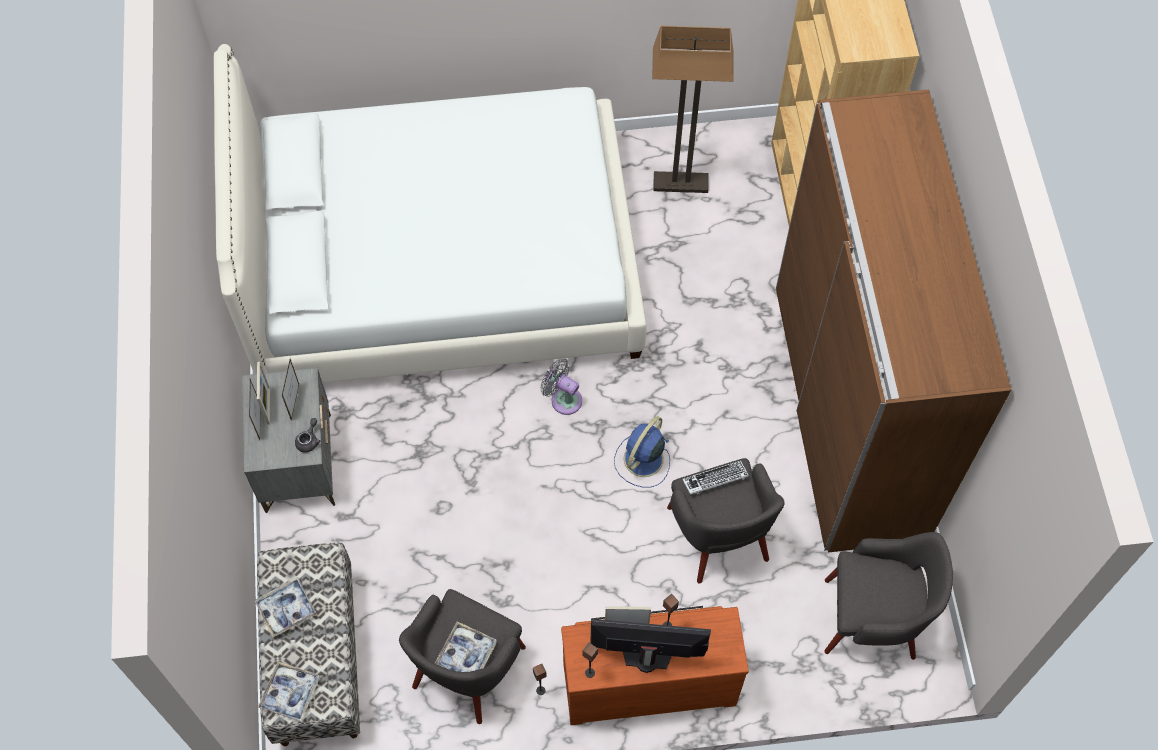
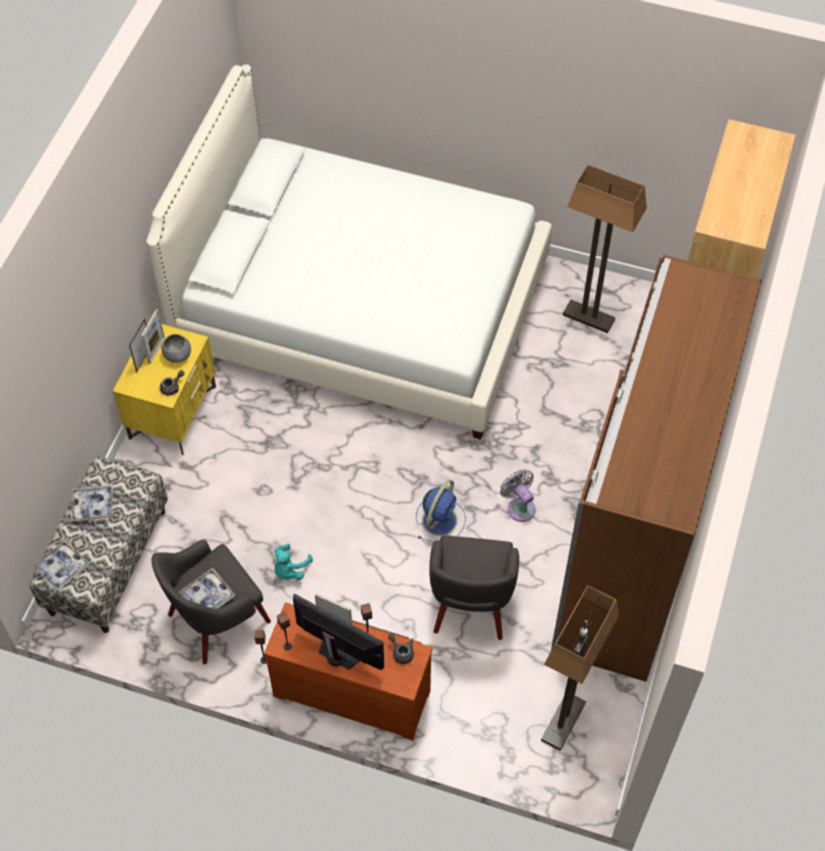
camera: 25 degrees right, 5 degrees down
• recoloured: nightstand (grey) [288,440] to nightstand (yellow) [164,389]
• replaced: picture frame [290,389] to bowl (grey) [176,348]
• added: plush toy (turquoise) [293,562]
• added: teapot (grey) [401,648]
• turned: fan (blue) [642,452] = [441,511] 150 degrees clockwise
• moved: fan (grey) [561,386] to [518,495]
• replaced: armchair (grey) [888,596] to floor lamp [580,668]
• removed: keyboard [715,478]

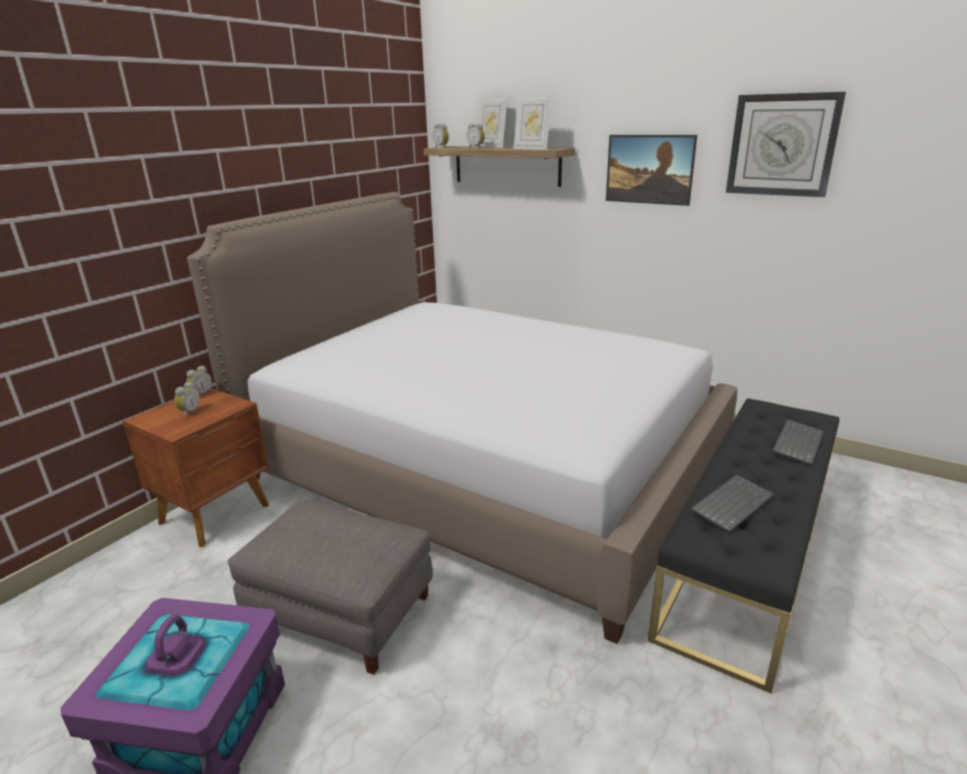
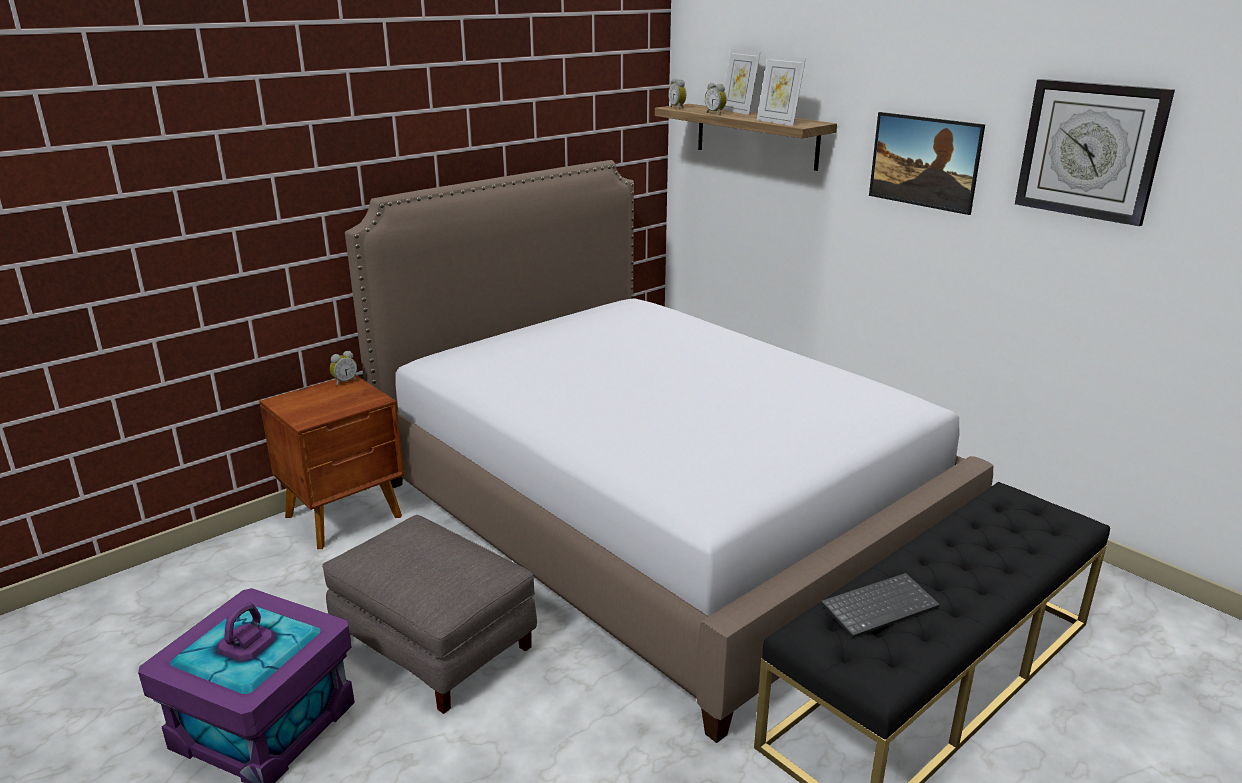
camera: 15 degrees right, 0 degrees up
• removed: alarm clock [187,399]
• removed: keyboard [797,443]

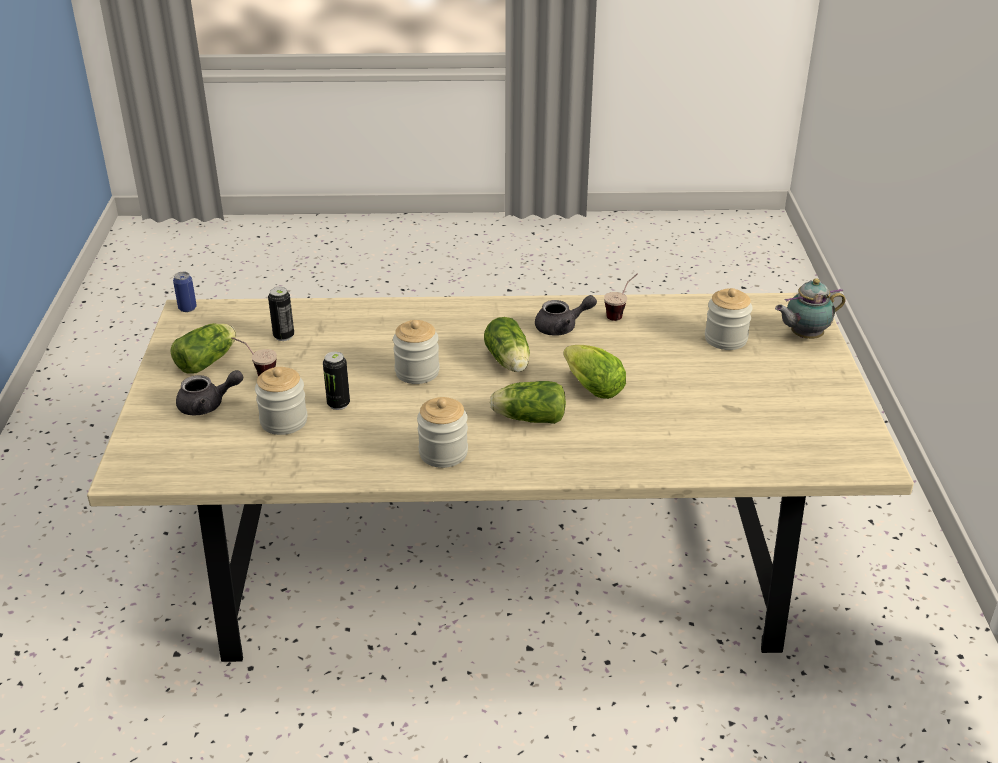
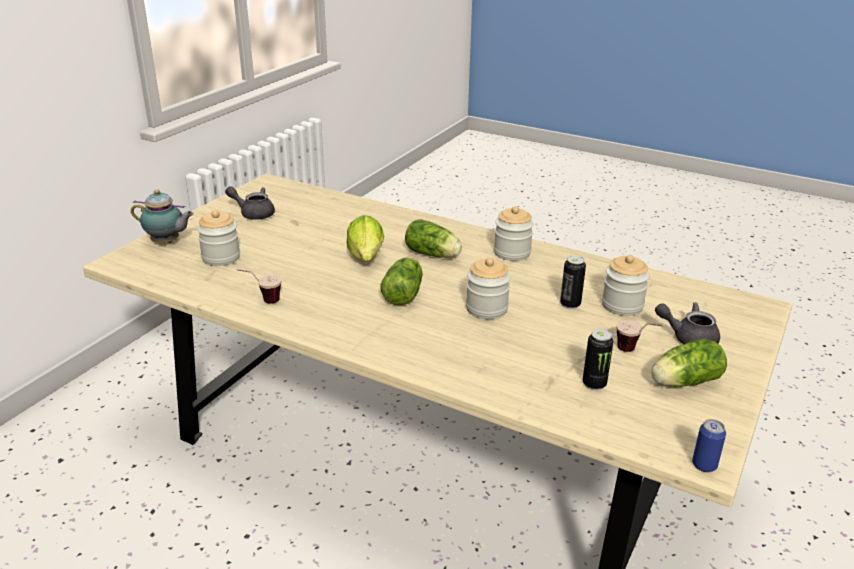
camera: 150 degrees left, 5 degrees down
• moved: teapot (grey) [566,315] to [250,203]

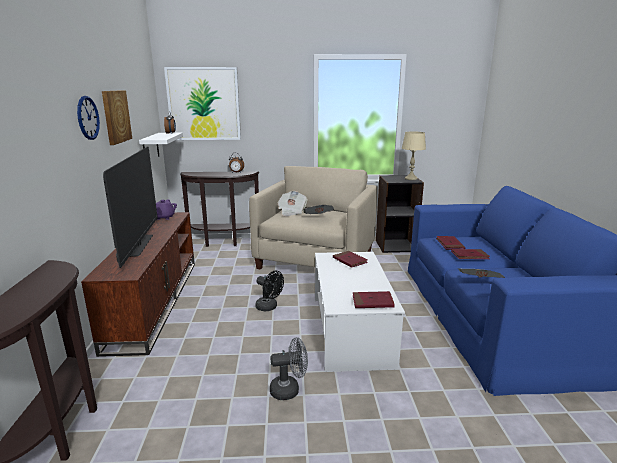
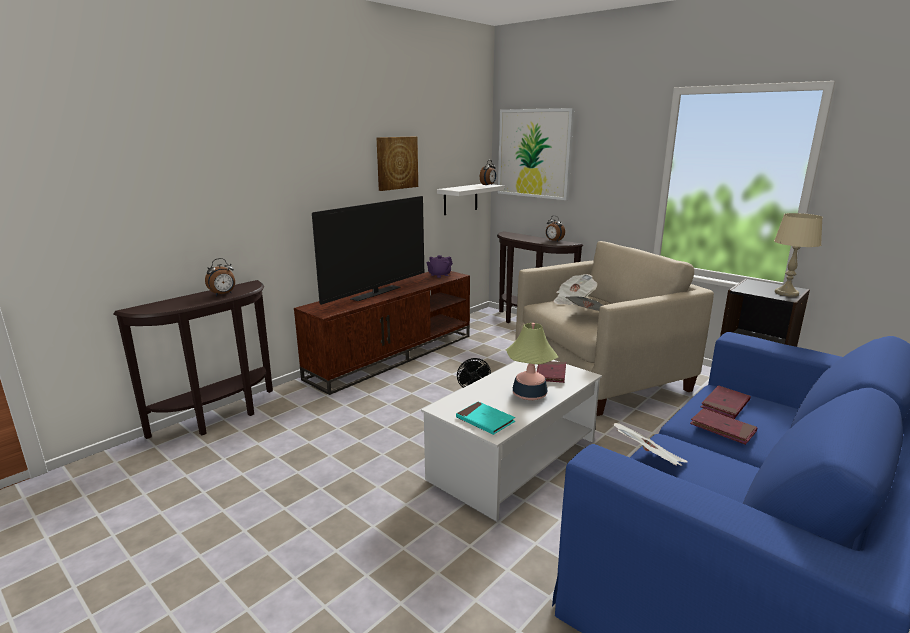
camera: 45 degrees right, 0 degrees up
• added: alarm clock [220,277]
• recoloured: book (red) [374,299] to book (turquoise) [485,418]
• added: table lamp [532,361]
• removed: wall clock [88,118]
• removed: fan (grey) [289,368]

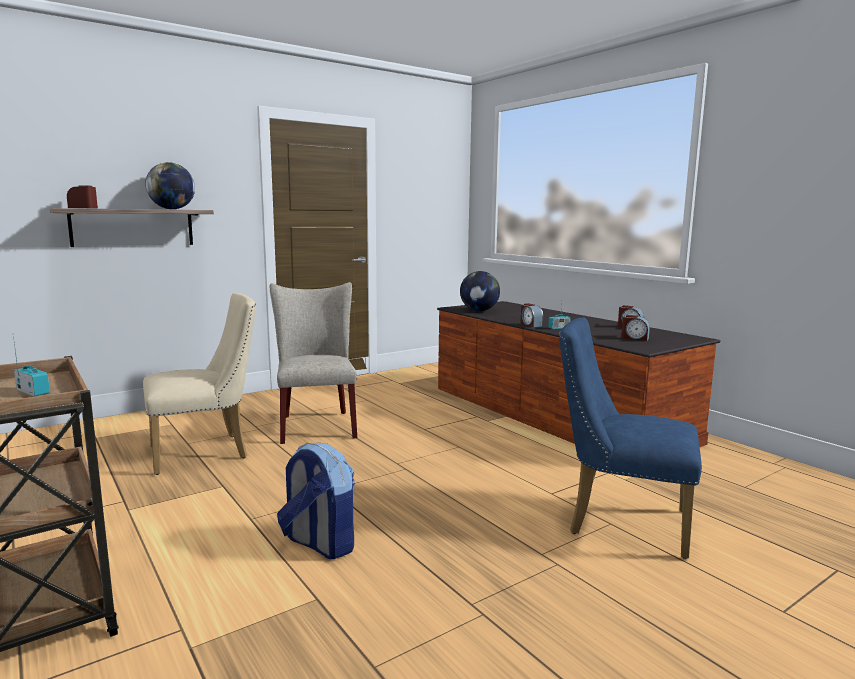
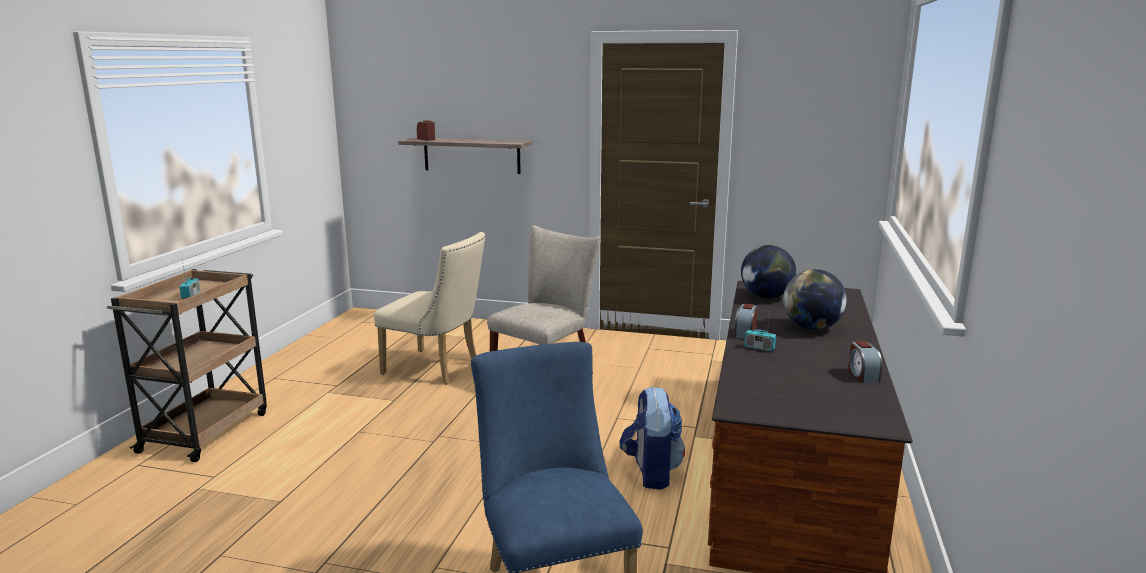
camera: 50 degrees right, 5 degrees up
• moved: backpack [316,501] to [652,438]
• moved: globe [170,185] to [815,299]
• removed: alarm clock [635,328]

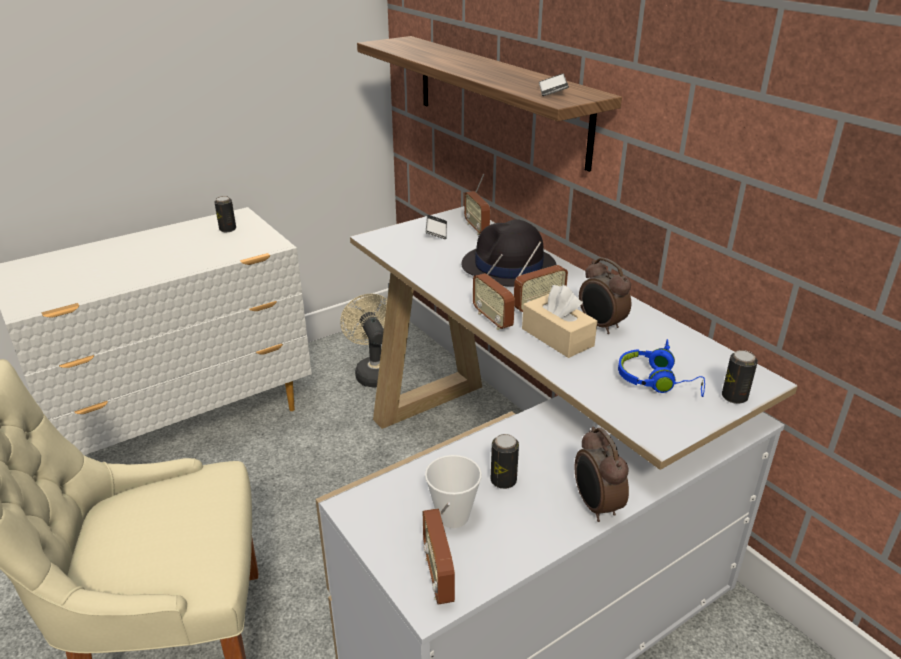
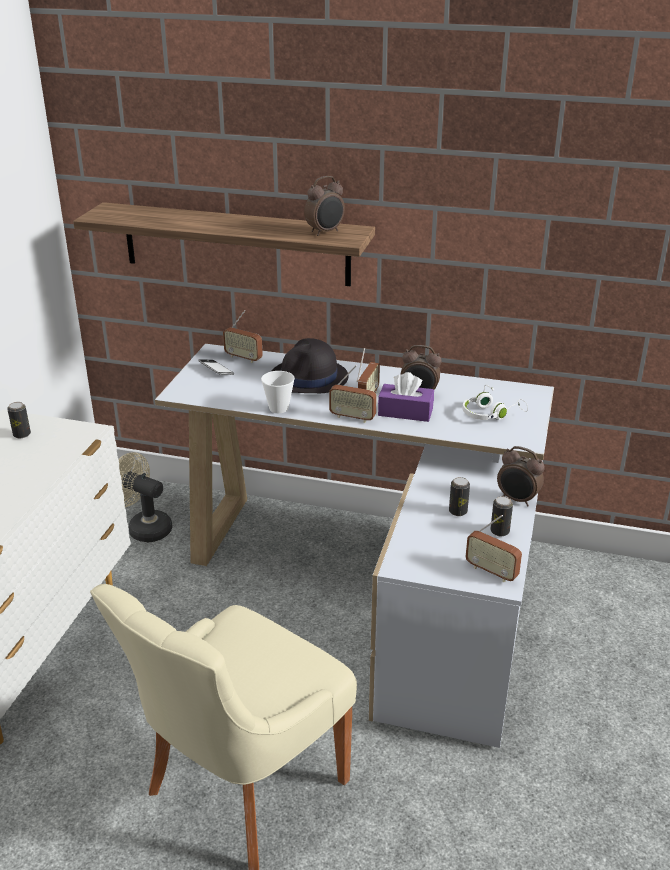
camera: 40 degrees left, 0 degrees up
• moved: cup [453,491] to [278,392]
• replaced: phone [554,85] to alarm clock [324,206]
• recoloured: tissue box (beige) [559,321] to tissue box (purple) [406,397]
• recoloured: headphones (blue) [661,368] to headphones (white) [495,402]
• moved: can [740,377] to [501,516]

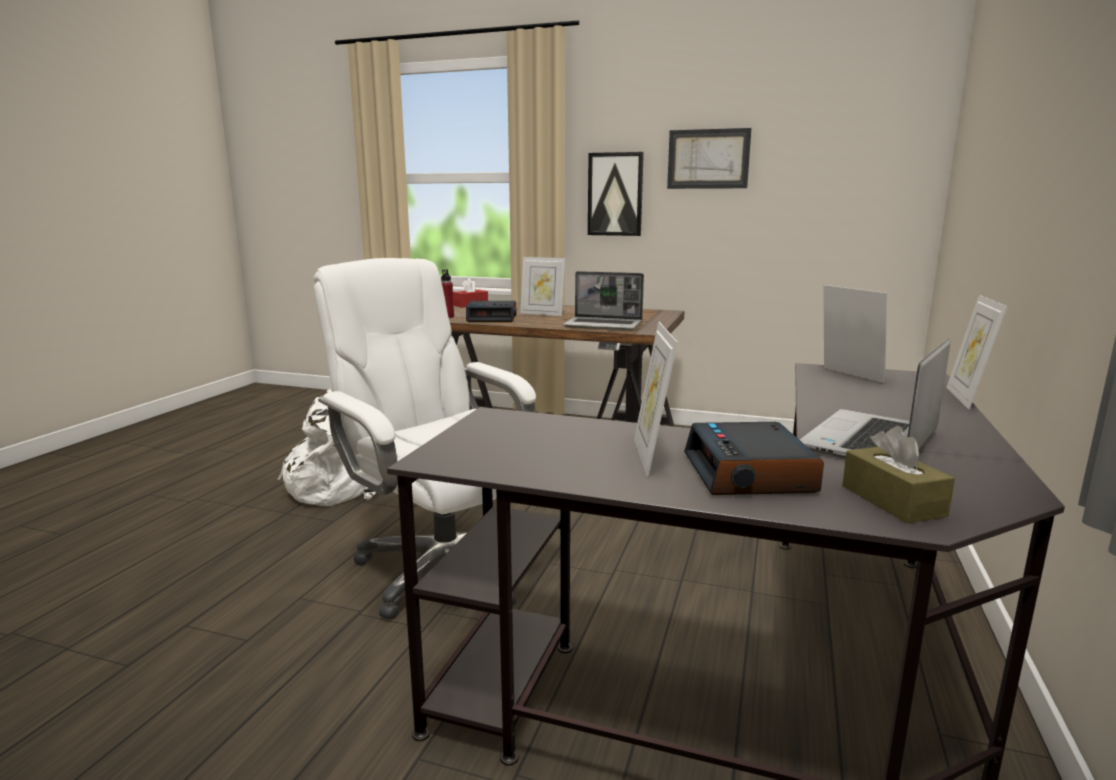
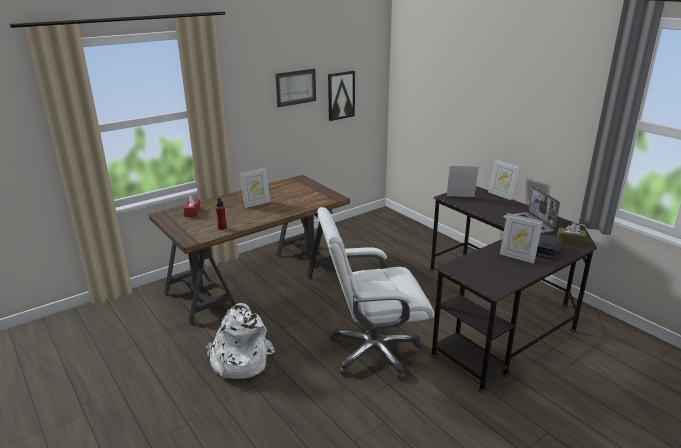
camera: 55 degrees left, 10 degrees up
• moved: picture [616,194] to [341,96]
• removed: alarm clock [491,311]
• removed: laptop [603,301]

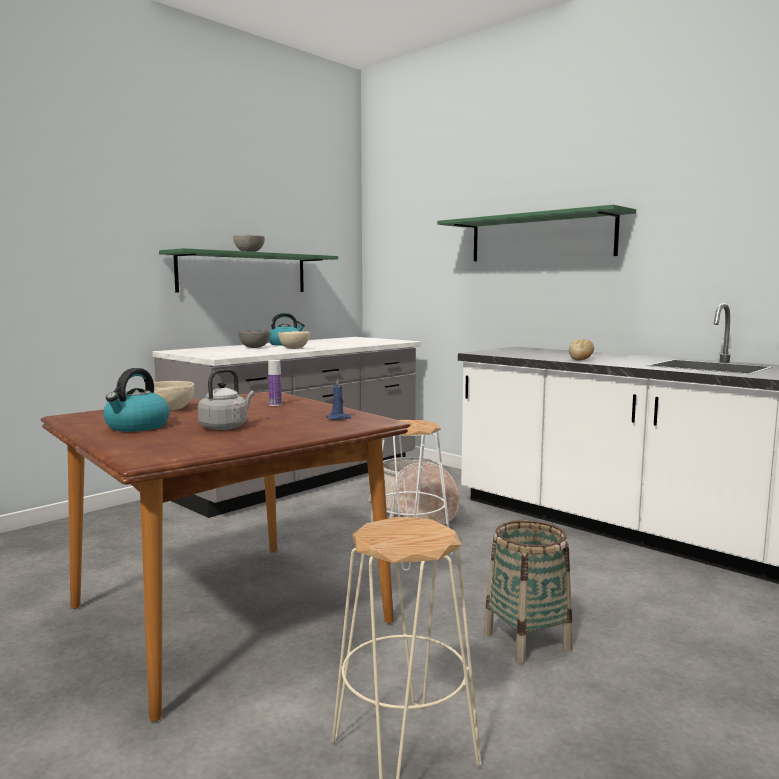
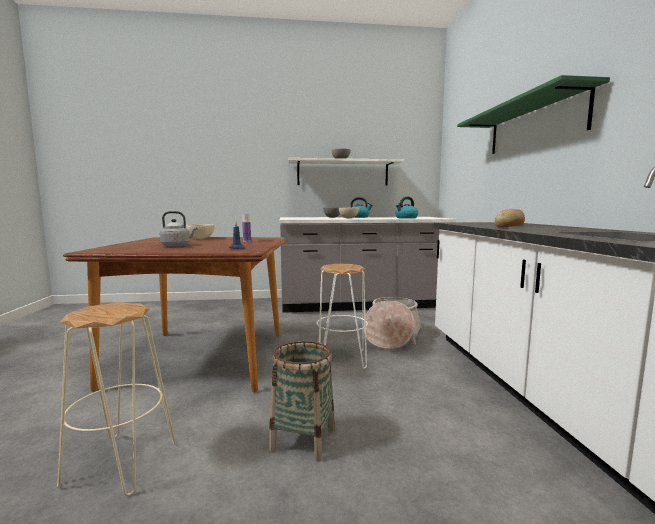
camera: 40 degrees right, 0 degrees up
• recoloured: shelf (green) [248,270] to shelf (white) [346,172]
• moved: kettle [136,400] to [406,208]

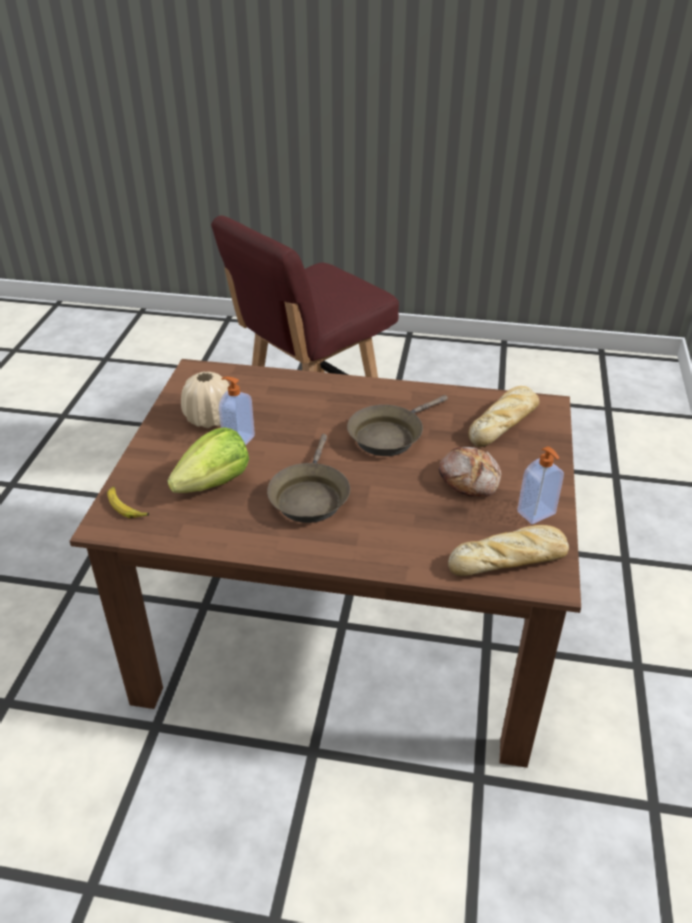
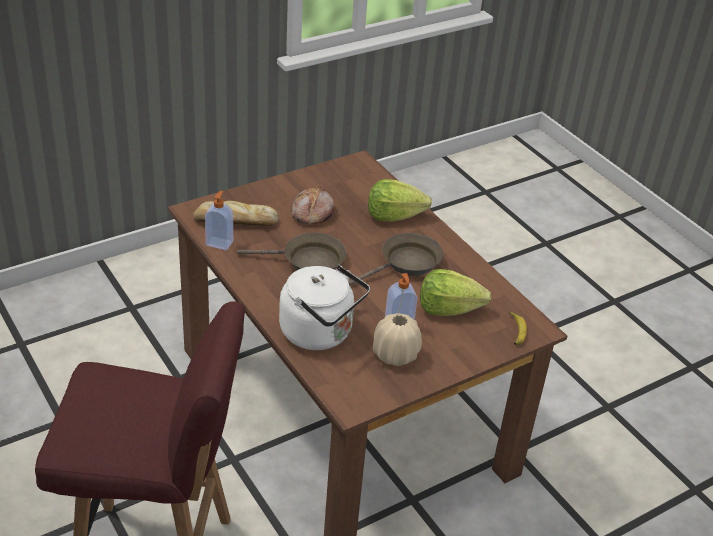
camera: 135 degrees left, 0 degrees up
• moved: soap dispenser [540,485] to [219,220]
• added: kettle (white) [324,307]
• added: lettuce [400,200]
• removed: bread [508,550]

